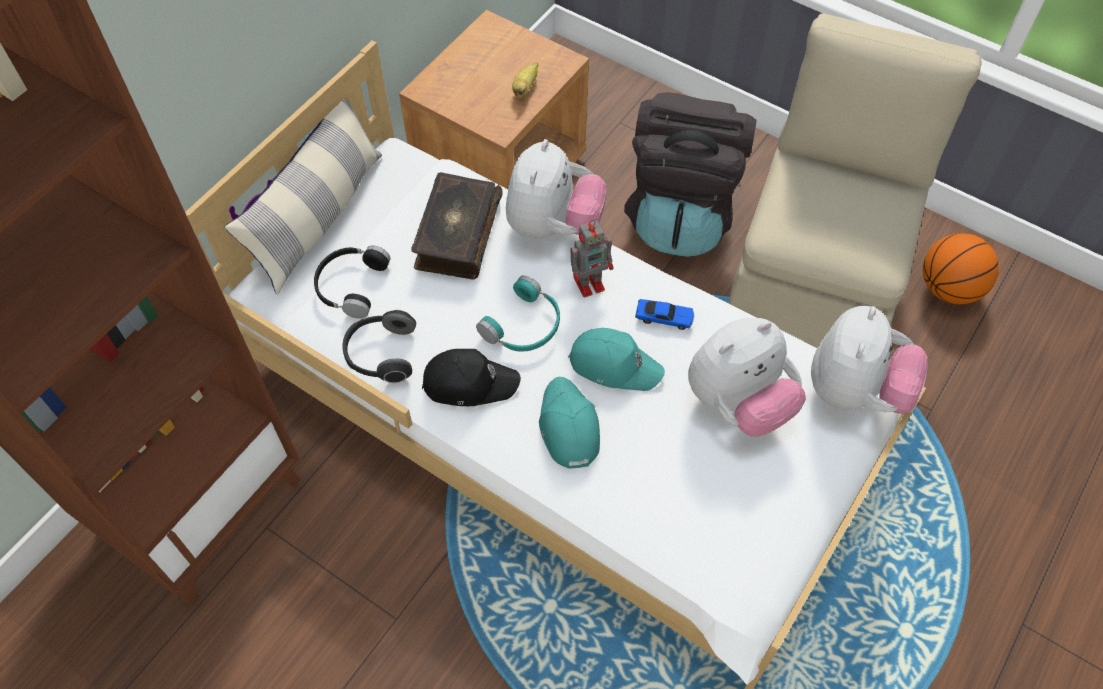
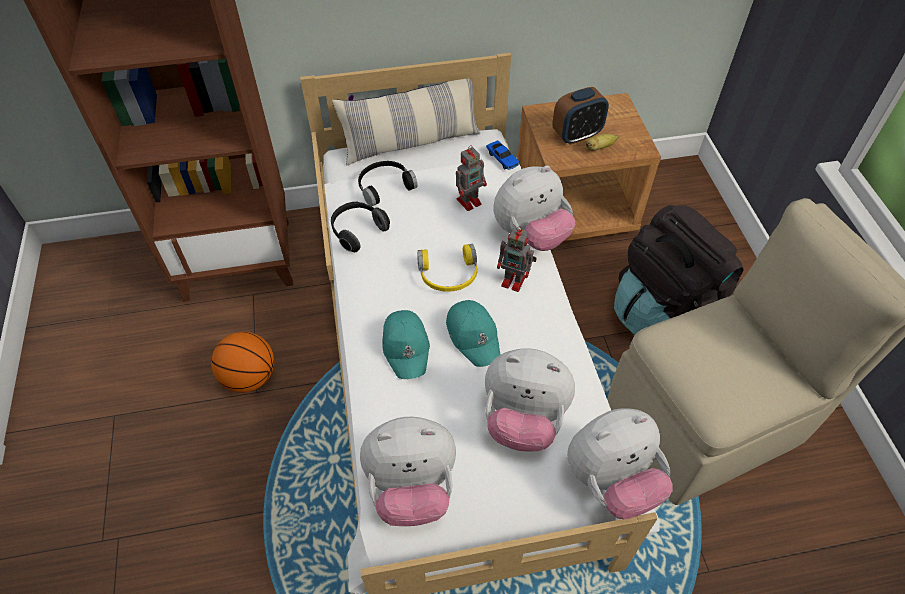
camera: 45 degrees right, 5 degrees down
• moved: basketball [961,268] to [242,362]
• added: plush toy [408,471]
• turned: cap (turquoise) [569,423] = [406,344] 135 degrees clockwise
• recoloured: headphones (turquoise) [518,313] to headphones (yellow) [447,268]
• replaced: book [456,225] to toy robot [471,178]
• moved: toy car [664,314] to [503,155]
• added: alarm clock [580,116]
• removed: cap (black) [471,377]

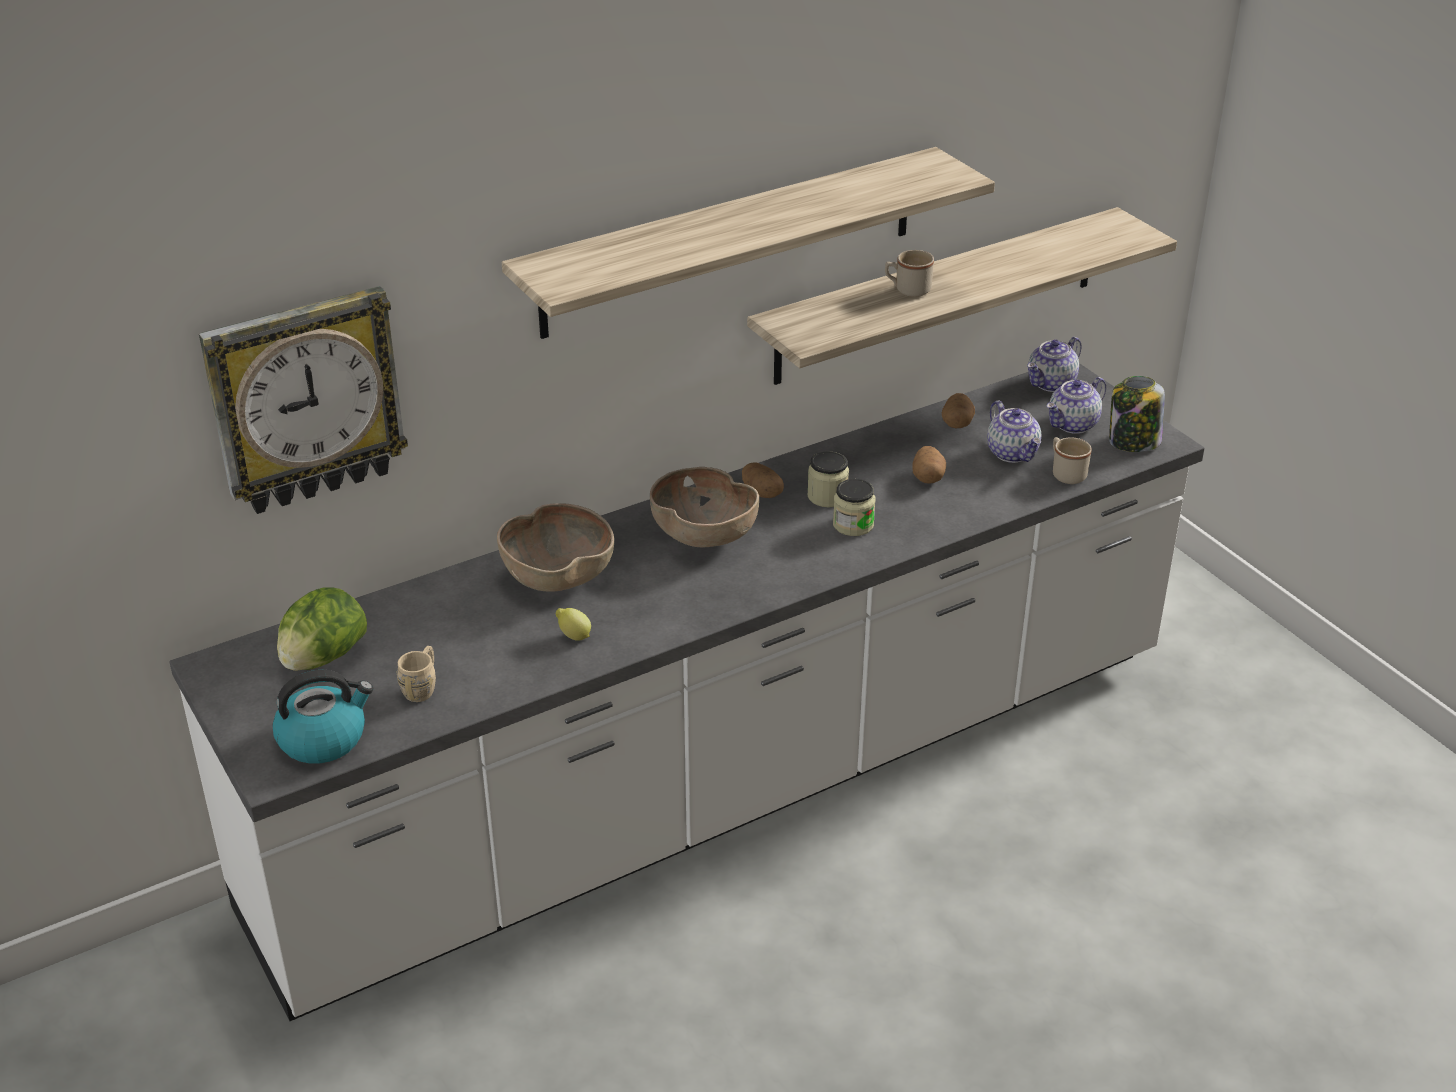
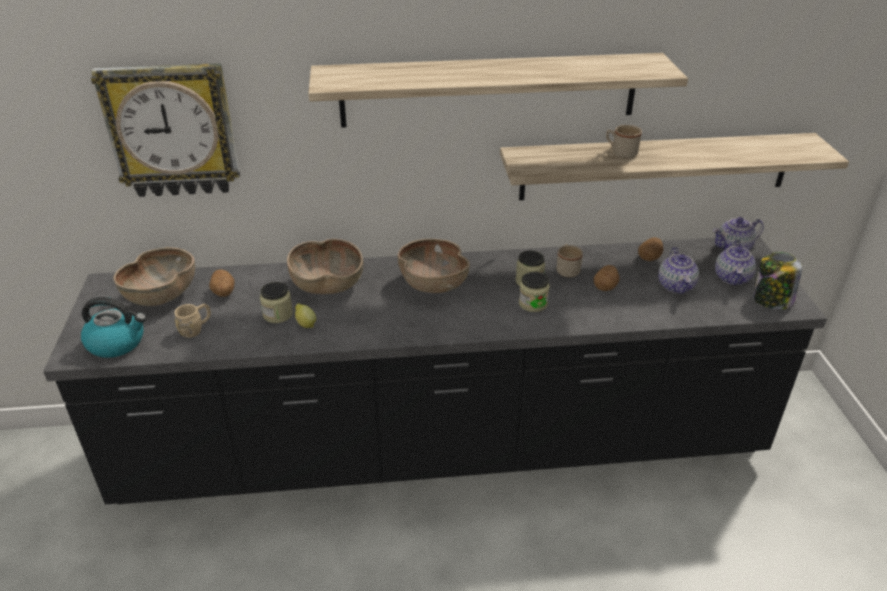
camera: 25 degrees right, 0 degrees up
• recoloured: counter (white) [687,692] to counter (black) [435,370]
• replaced: lettuce [322,629] to bowl (brown) [154,276]
• moved: potato [763,480] to [221,283]
• added: jar [276,302]
• moved: mug (beige) [1072,460] to [570,260]
• turned: teapot [1076,405] = [735,262] 60 degrees counterclockwise

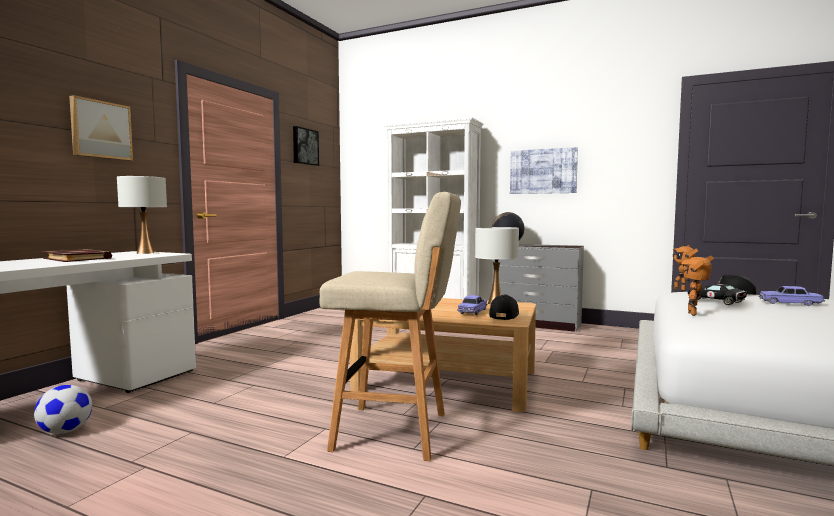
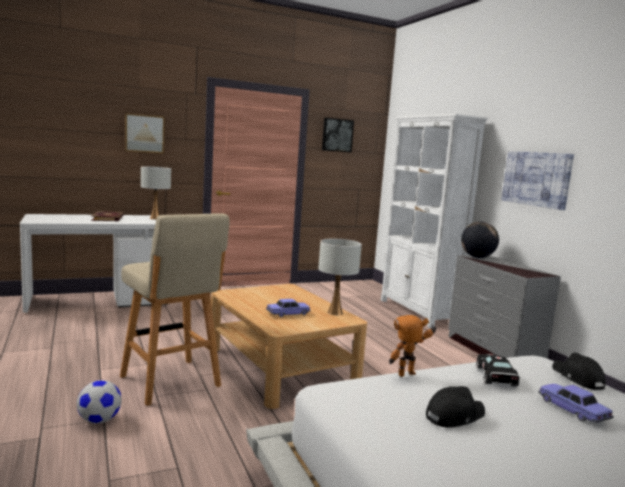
camera: 40 degrees right, 5 degrees up
• moved: football [63,409] to [99,401]
• moved: cap (black) [504,307] to [455,407]
• removed: toy robot [685,268]

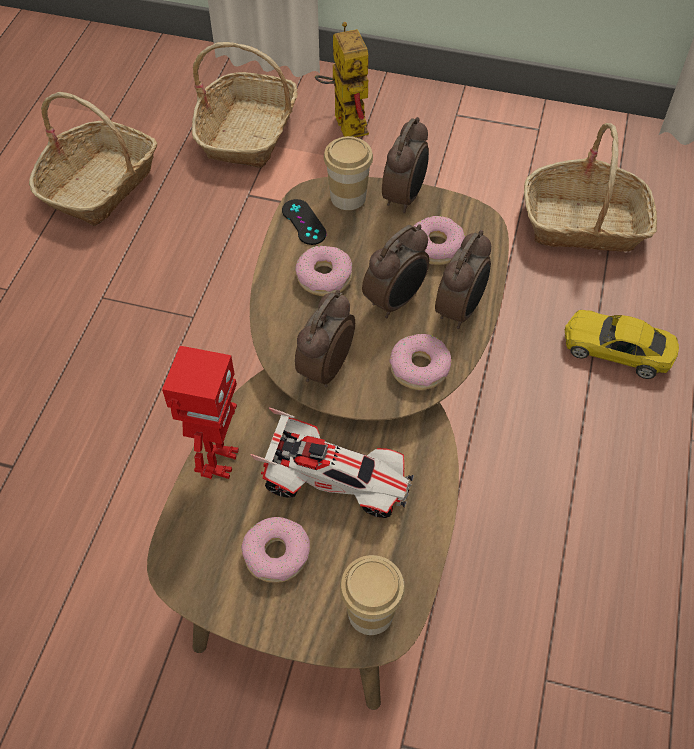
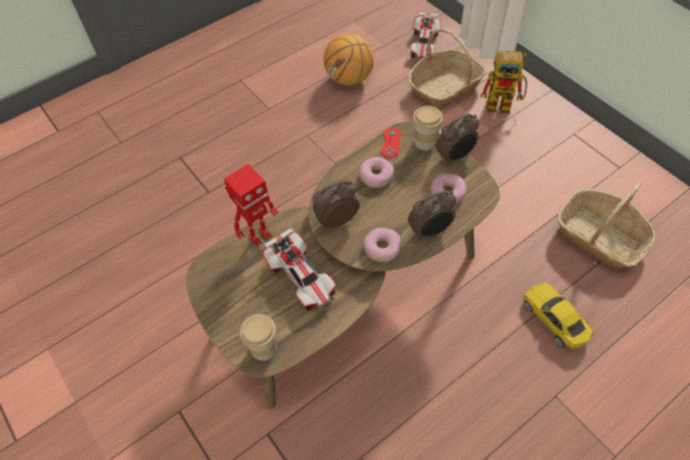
camera: 40 degrees right, 0 degrees up
• replaced: basket [93,159] to basketball [349,59]
• recoloured: game controller (black) [304,222] to game controller (red) [391,143]
• added: toy car [425,33]
• turned: toy robot [342,79] = [503,82] 75 degrees clockwise
• removed: donut [275,550]
• removed: alarm clock [395,271]

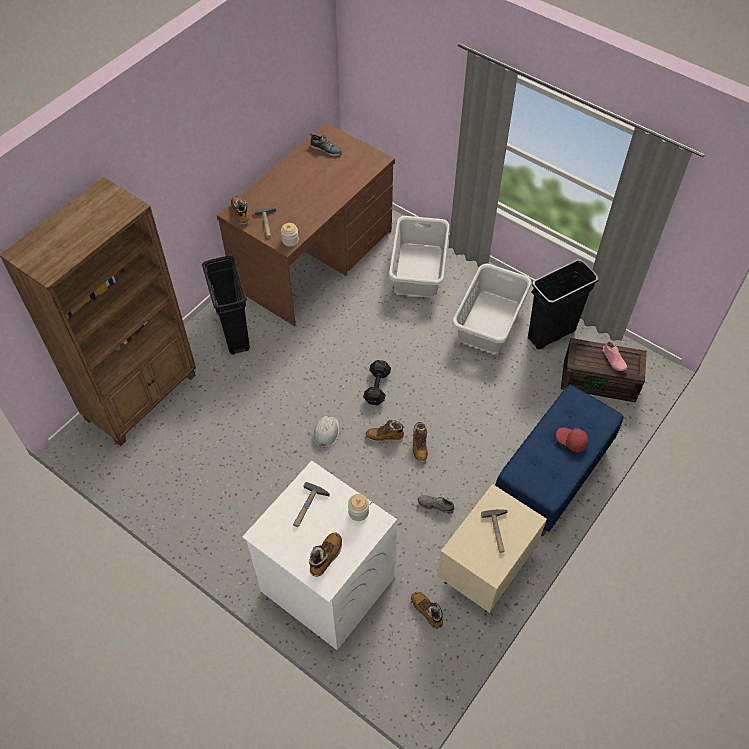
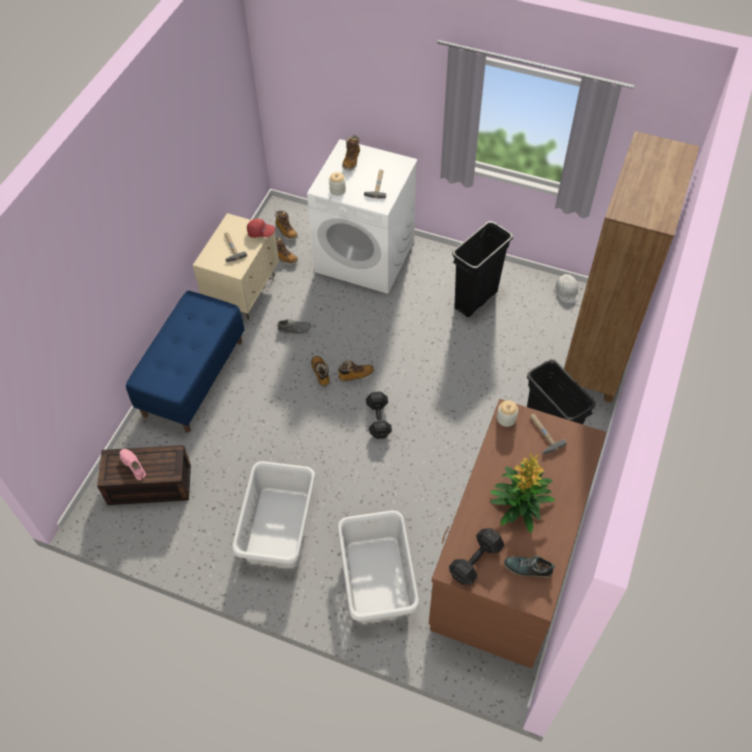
camera: 165 degrees right, 0 degrees up
• moved: cap (red) [572,440] to [261,228]
• moved: boot [240,210] to [286,225]
• added: dumbbell (black) [476,556]
• moved: trash can (black) [563,304] to [482,269]
• added: potted plant [522,492]
• moved: hard hat (white) [326,432] to [566,288]

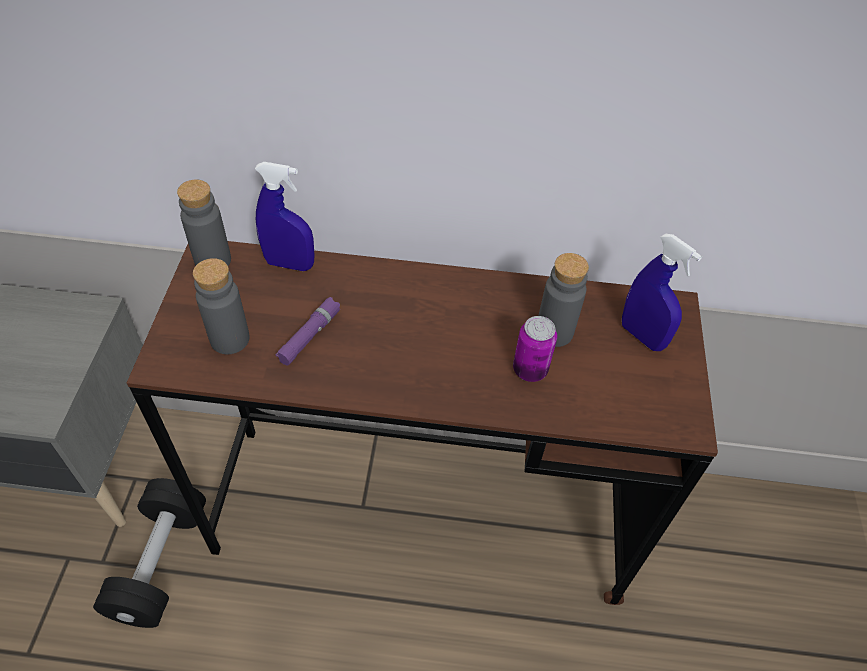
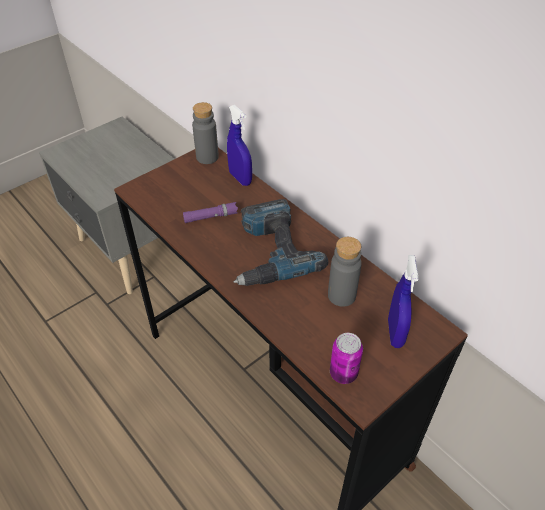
camera: 45 degrees right, 5 degrees down
• added: power drill [280,242]
• moved: can [535,349] to [346,358]
• removed: dumbbell (black) [149,553]
• removed: bottle (grey) [221,306]

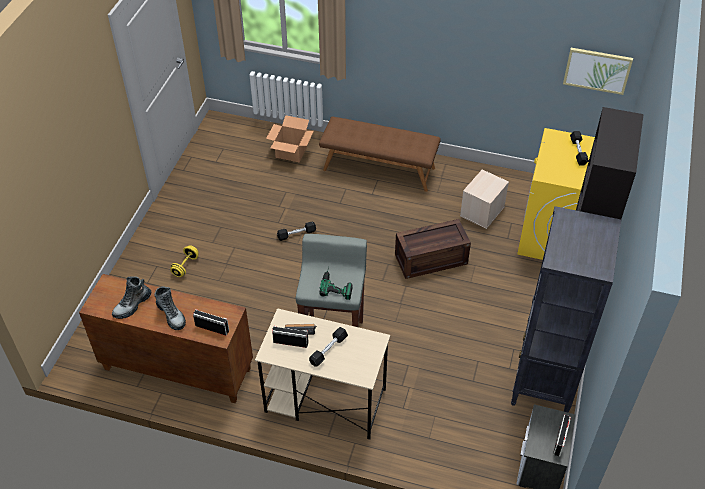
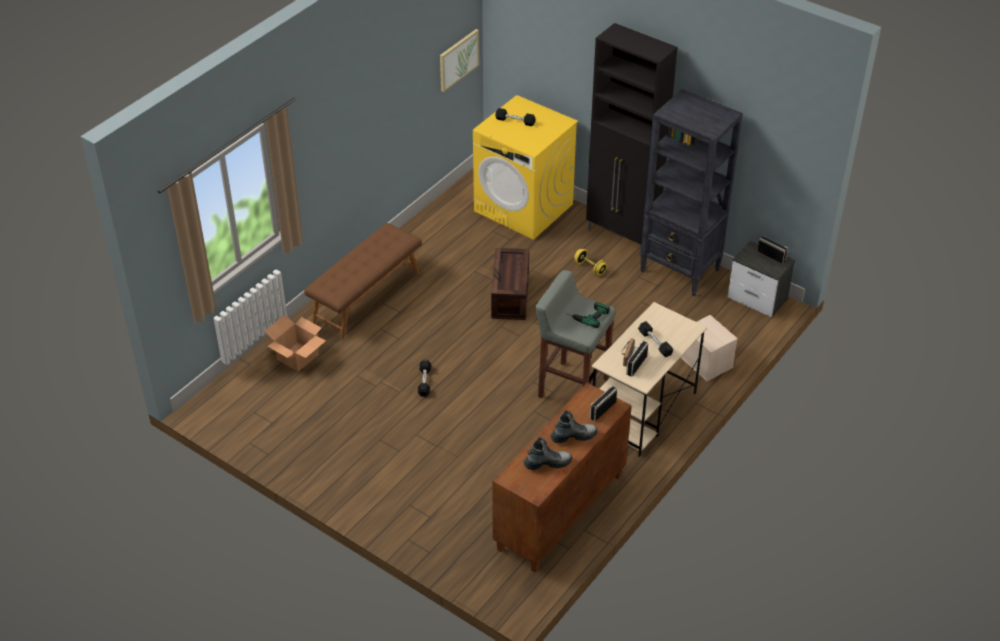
camera: 70 degrees left, 5 degrees down
• turned: boot [131,297] = [548,453] 75 degrees counterclockwise
• moved: dumbbell (yellow) [184,261] to [590,262]
• moved: storage box (beige) [484,199] to [709,348]

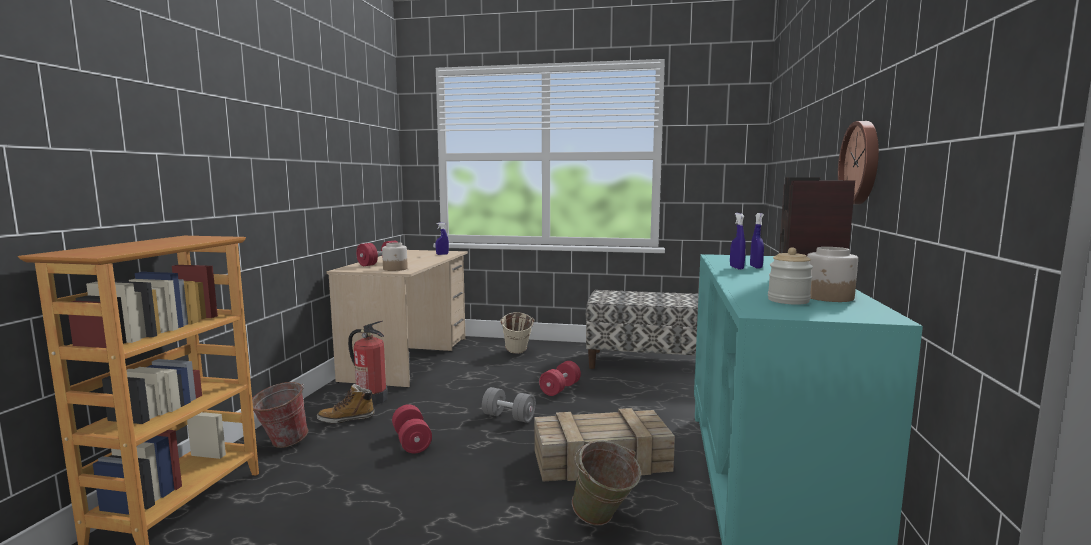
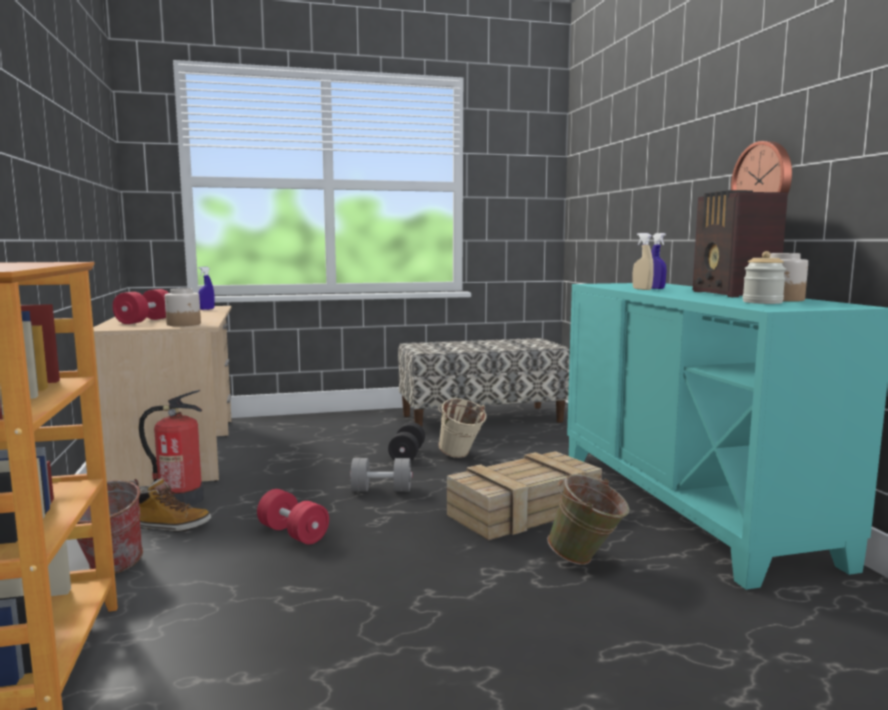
camera: 25 degrees left, 0 degrees up
• turned: boot [346,403] = [175,505] 135 degrees counterclockwise
• recoloured: dumbbell (red) [560,378] to dumbbell (black) [406,441]
• moved: bucket (beige) [517,333] to [462,428]
• recoloured: spray bottle (blue) [738,241] to spray bottle (beige) [643,261]

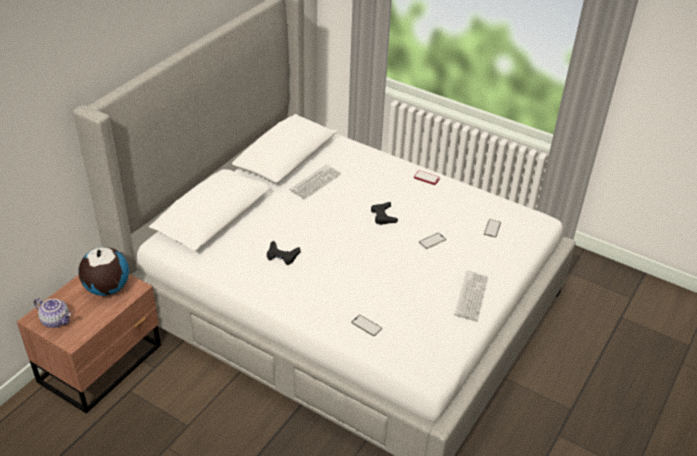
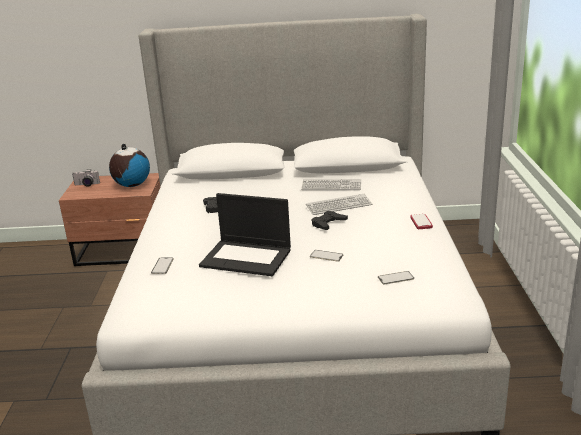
camera: 60 degrees right, 15 degrees down
• replaced: teapot [52,313] to photo camera [86,178]
• added: laptop [245,234]
• moved: keyboard [471,295] to [339,204]

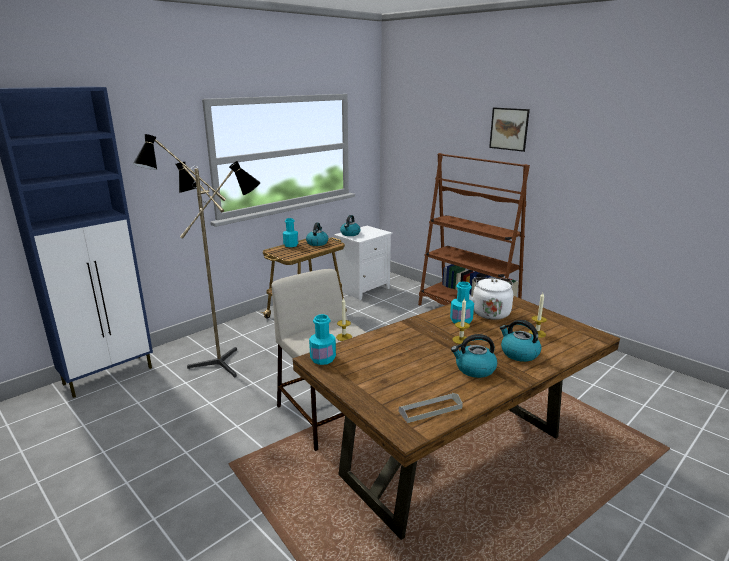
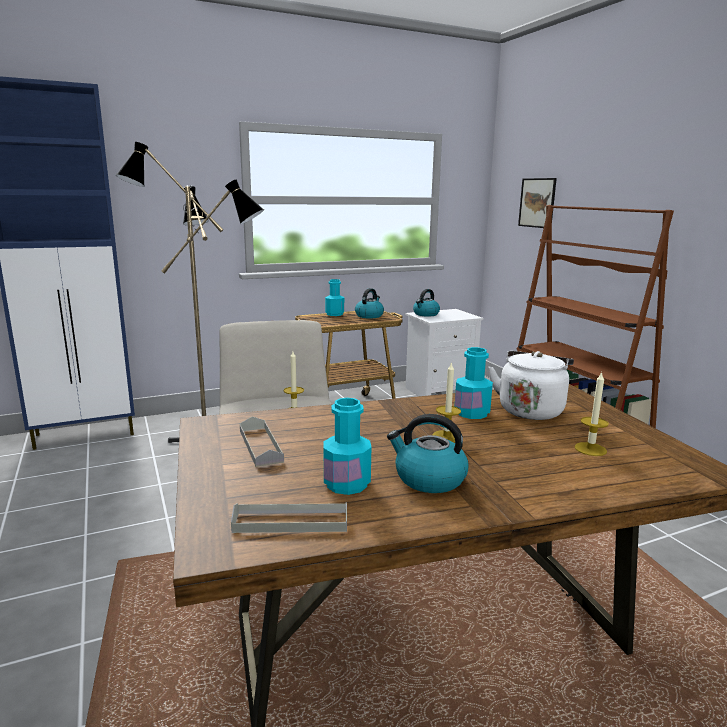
camera: 20 degrees right, 5 degrees down
• added: tray (grey) [262,442]
• moved: bottle (turquoise) [322,339] to [347,446]
• moved: picture [509,130] to [537,203]
• removed: kettle [520,341]

